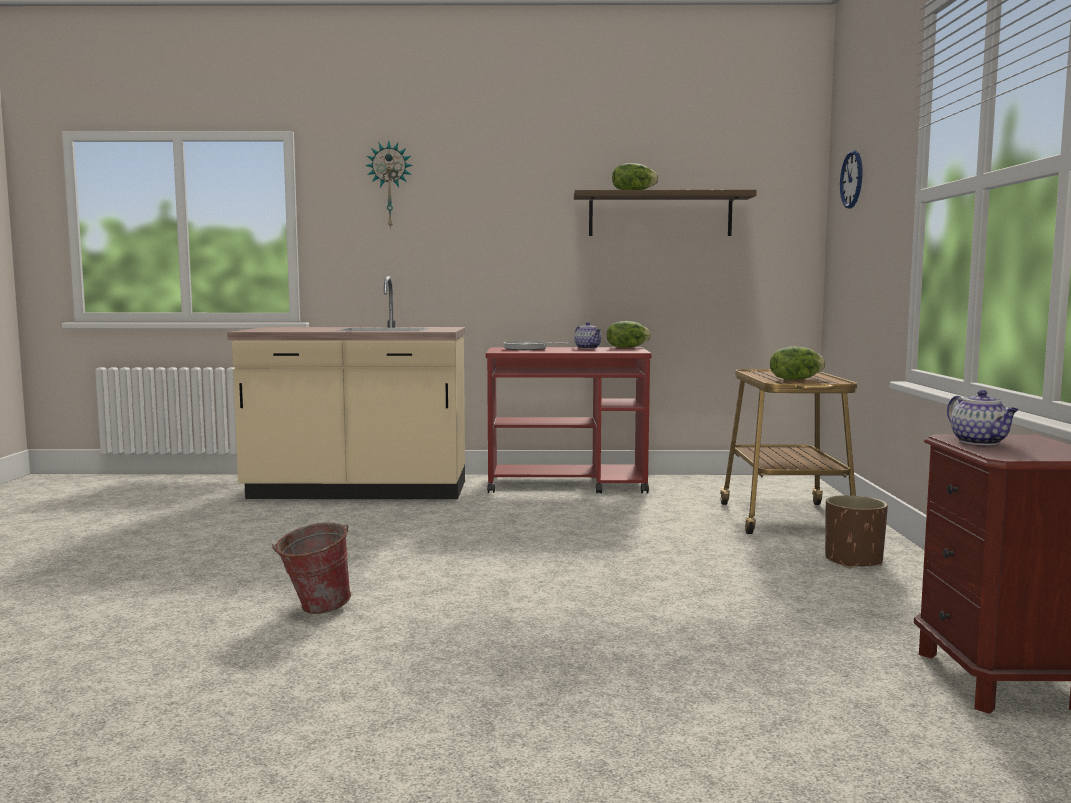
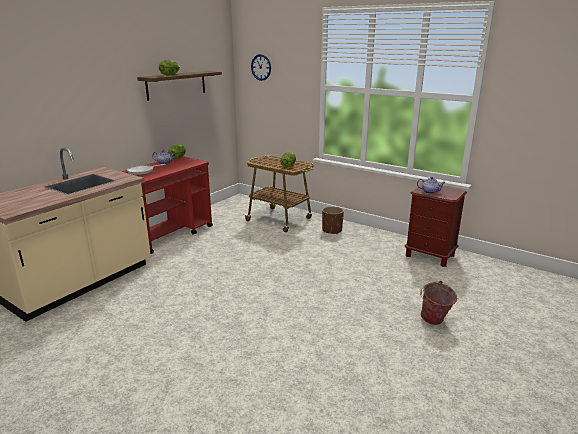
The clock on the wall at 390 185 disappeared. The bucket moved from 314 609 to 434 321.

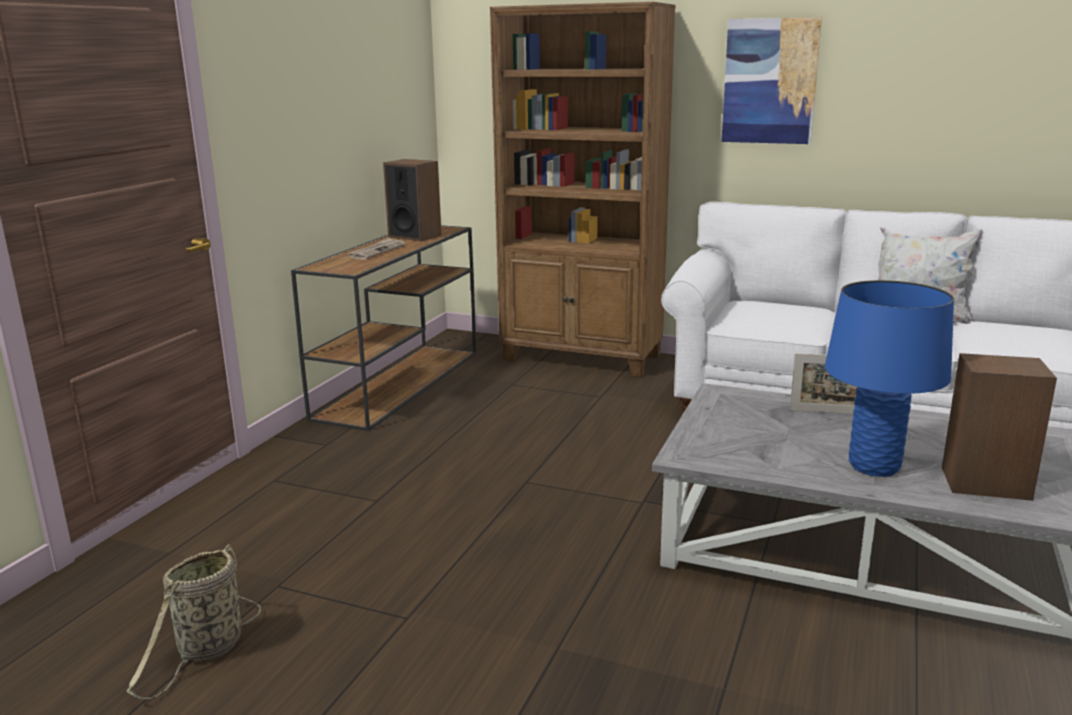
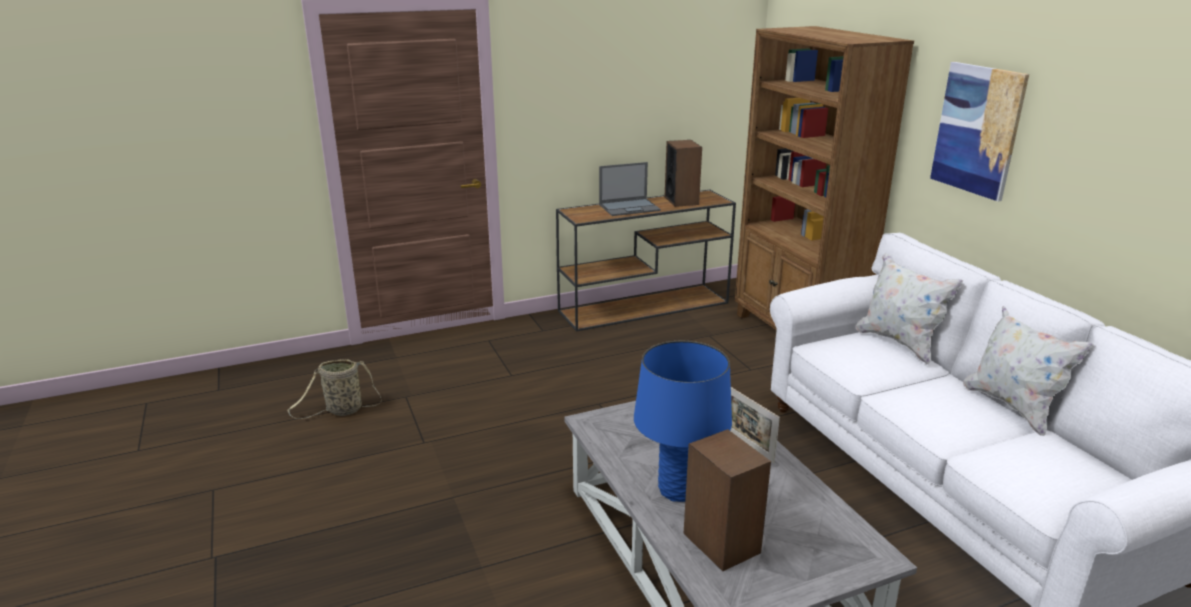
The white-coloured pillow at 899 343 appeared. The newspaper at 377 251 was replaced by the laptop at 630 207.

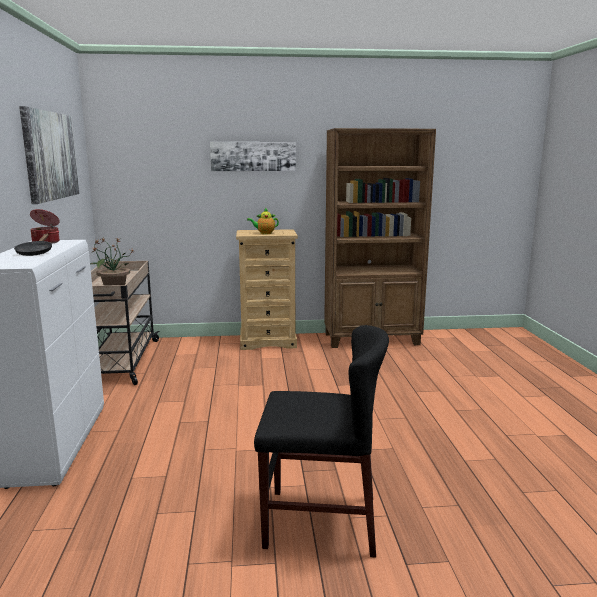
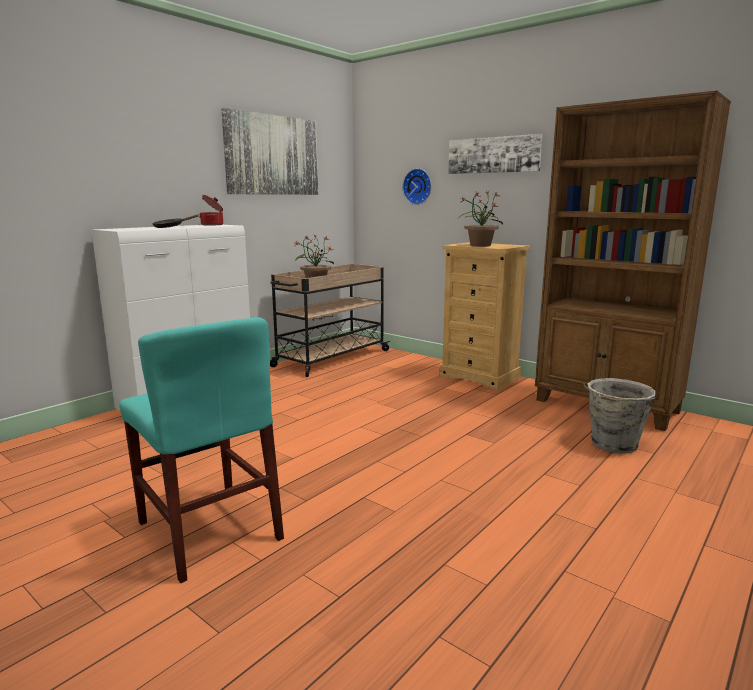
The clock on the wall at 418 186 appeared. The greyish bucket at 613 444 appeared. The pot for tea at 264 233 was replaced by the potted plant at 480 245. The black plain chair at 320 521 became the blue-green plain chair at 209 530.

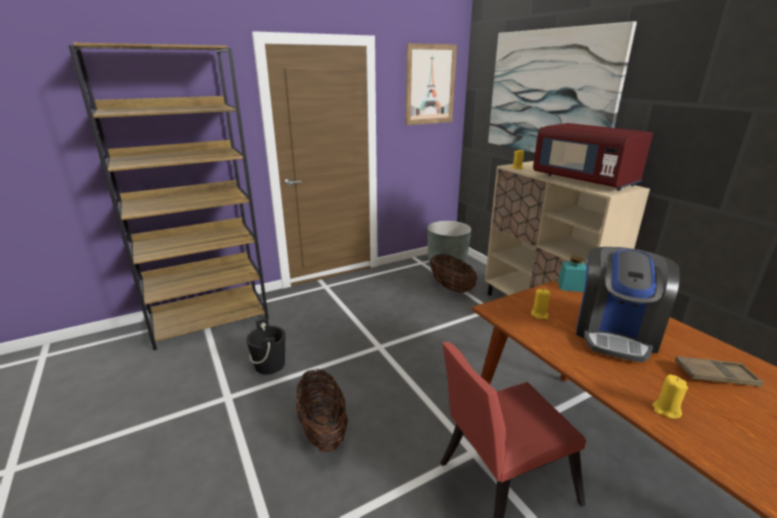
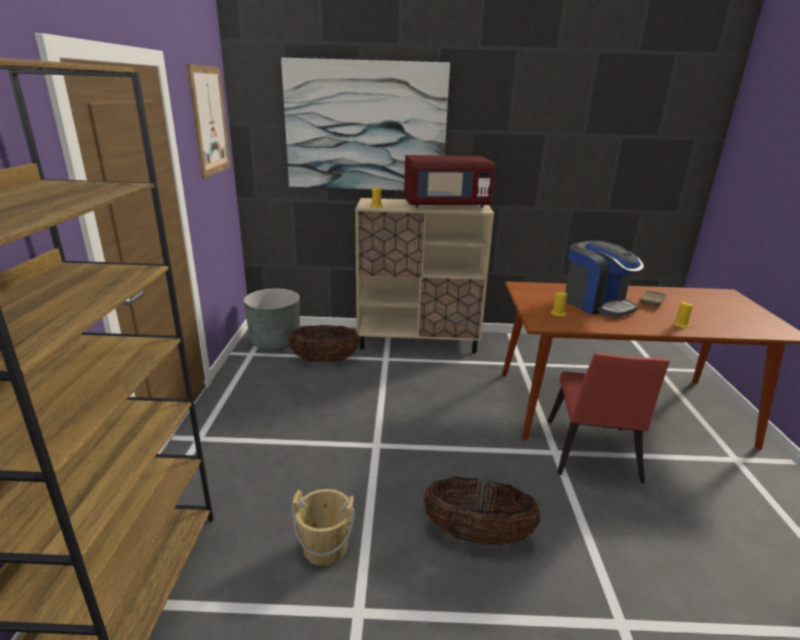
The blue-green storage jar at 571 287 disappeared. The black bucket at 270 365 became the beige bucket at 325 547.

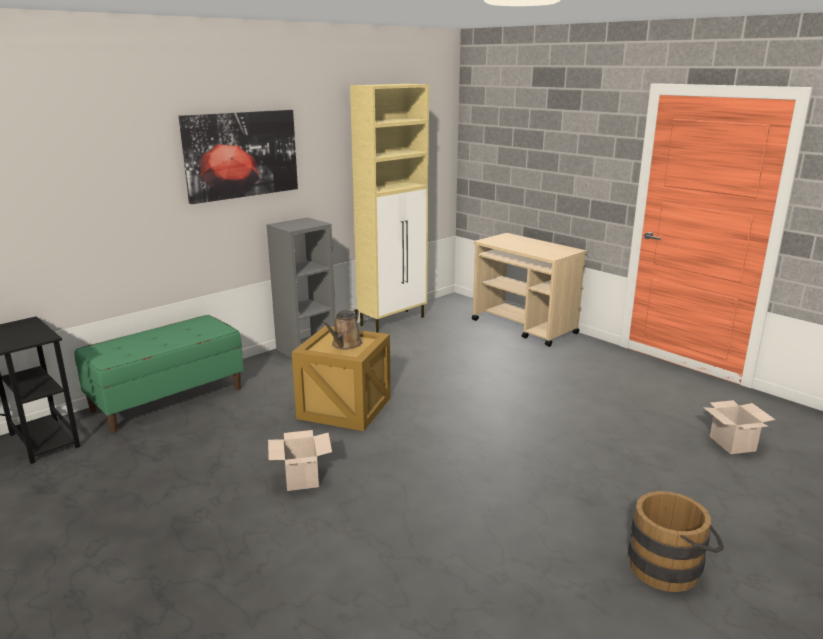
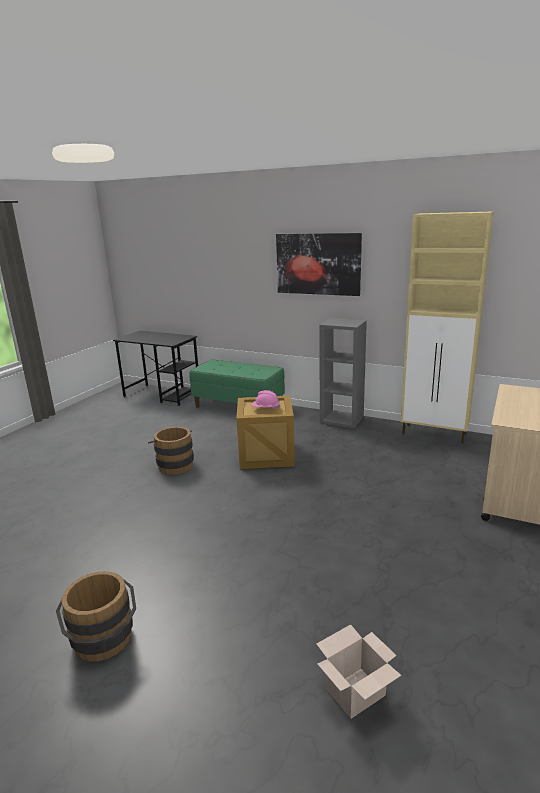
The carton at 301 477 was replaced by the brown-coloured bucket at 174 464. The brown-coloured watering pot at 345 345 was replaced by the pinkish work helmet at 265 409.

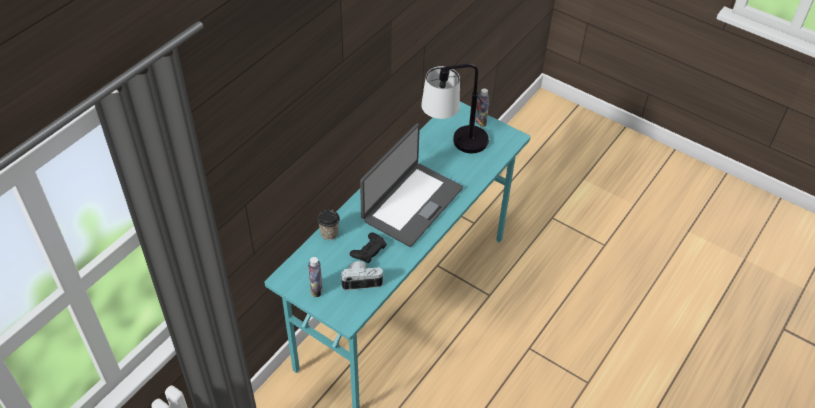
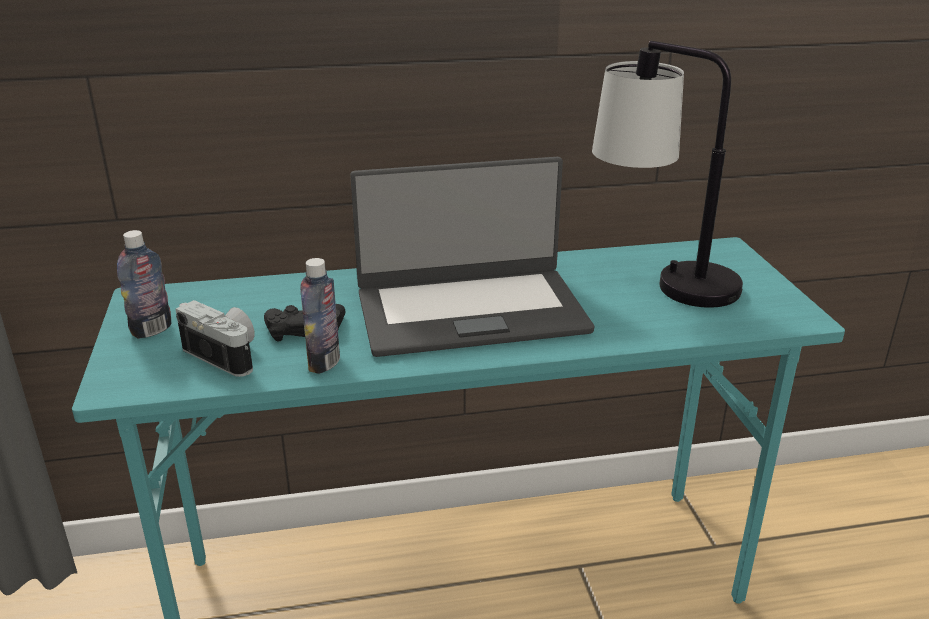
The small cup at 329 233 disappeared. The bottle moved from 480 121 to 324 363.

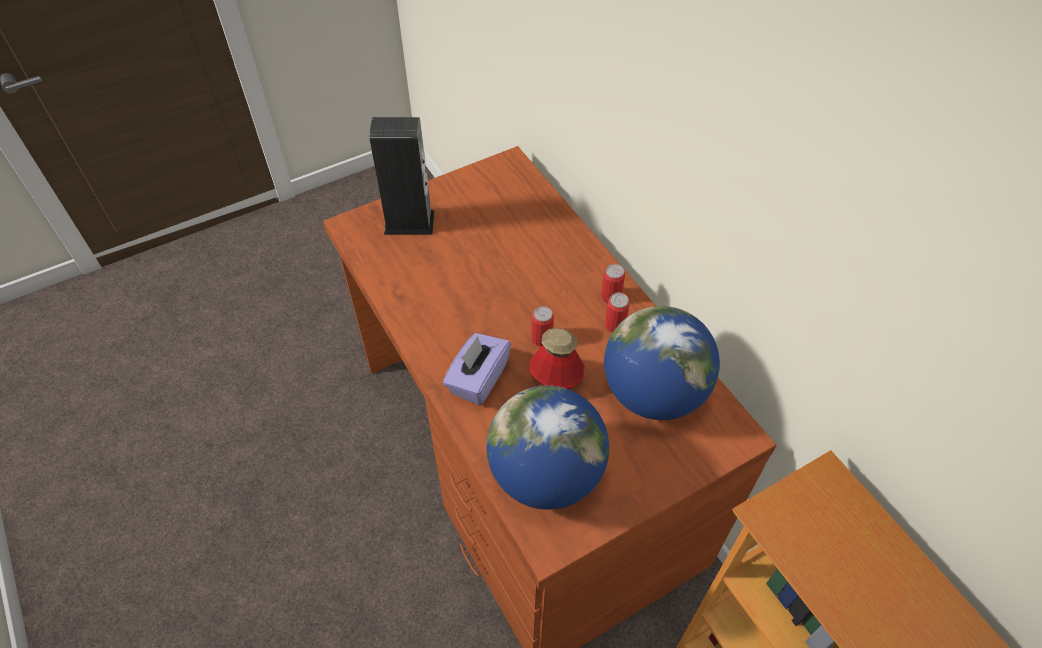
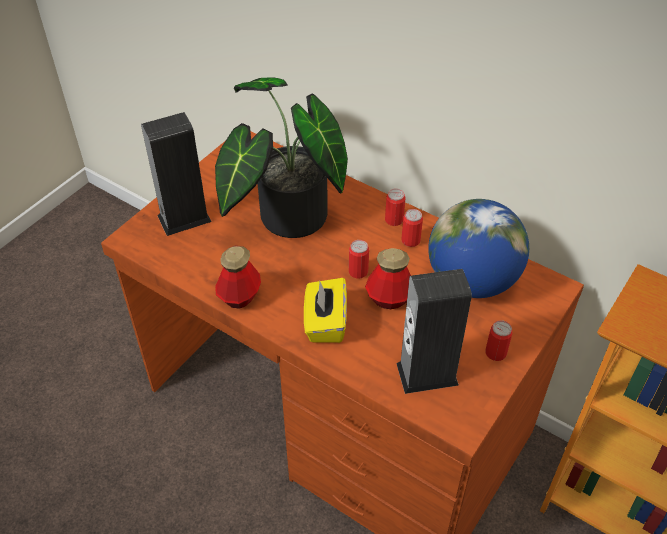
The potted plant at 285 217 appeared. The bottle at 239 297 appeared. The sealed can at 496 353 appeared. The globe at 546 474 was replaced by the audio speaker at 427 374. The purple box of tissues at 478 379 became the yellowish box of tissues at 325 323.

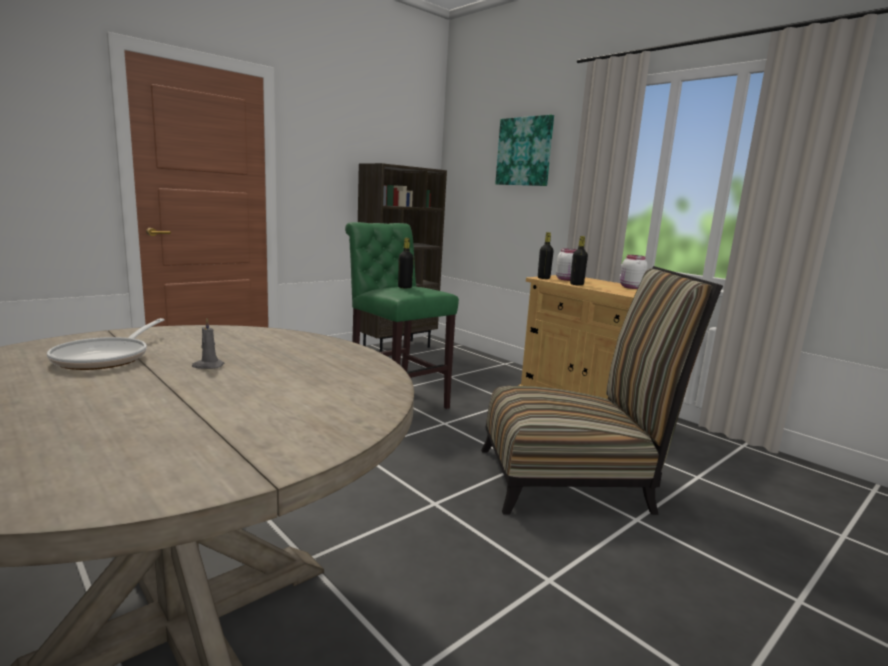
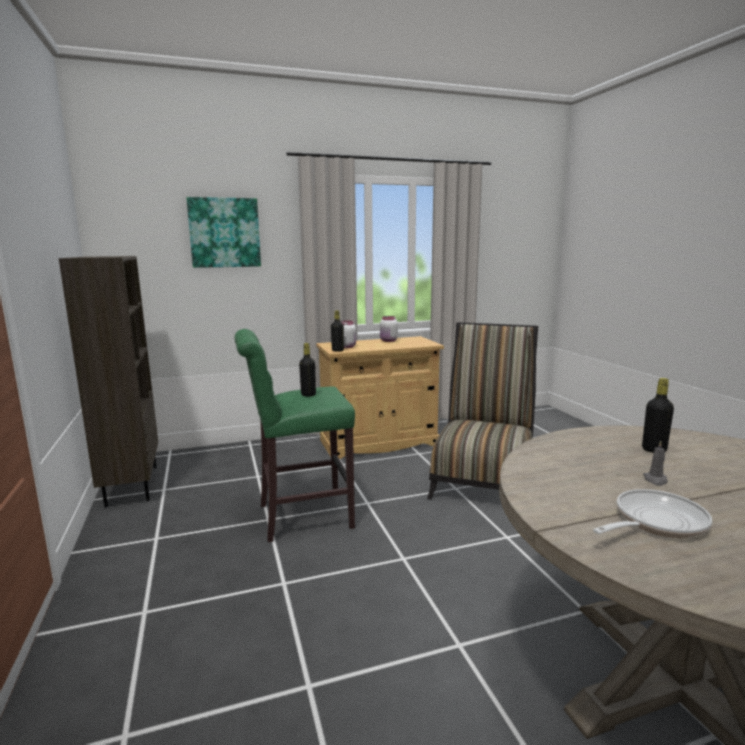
The black bottle moved from 576 284 to 654 450. The skillet at 107 358 turned 60 degrees counterclockwise.

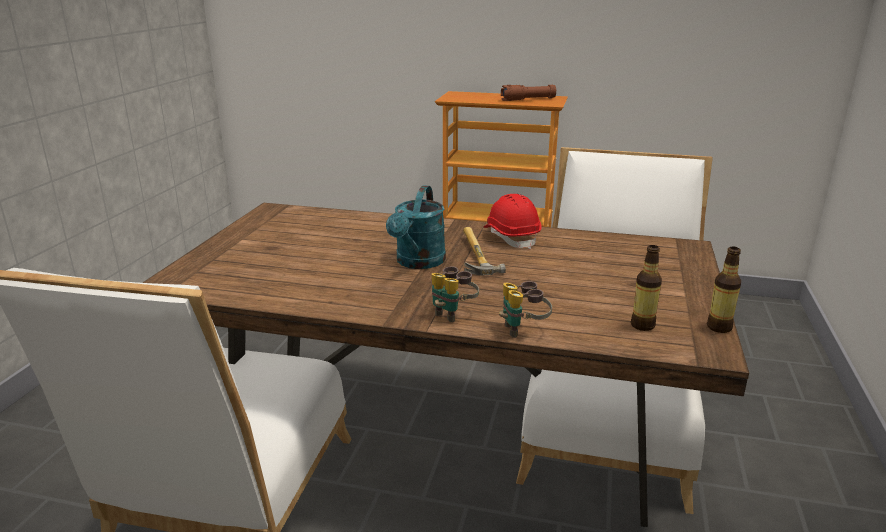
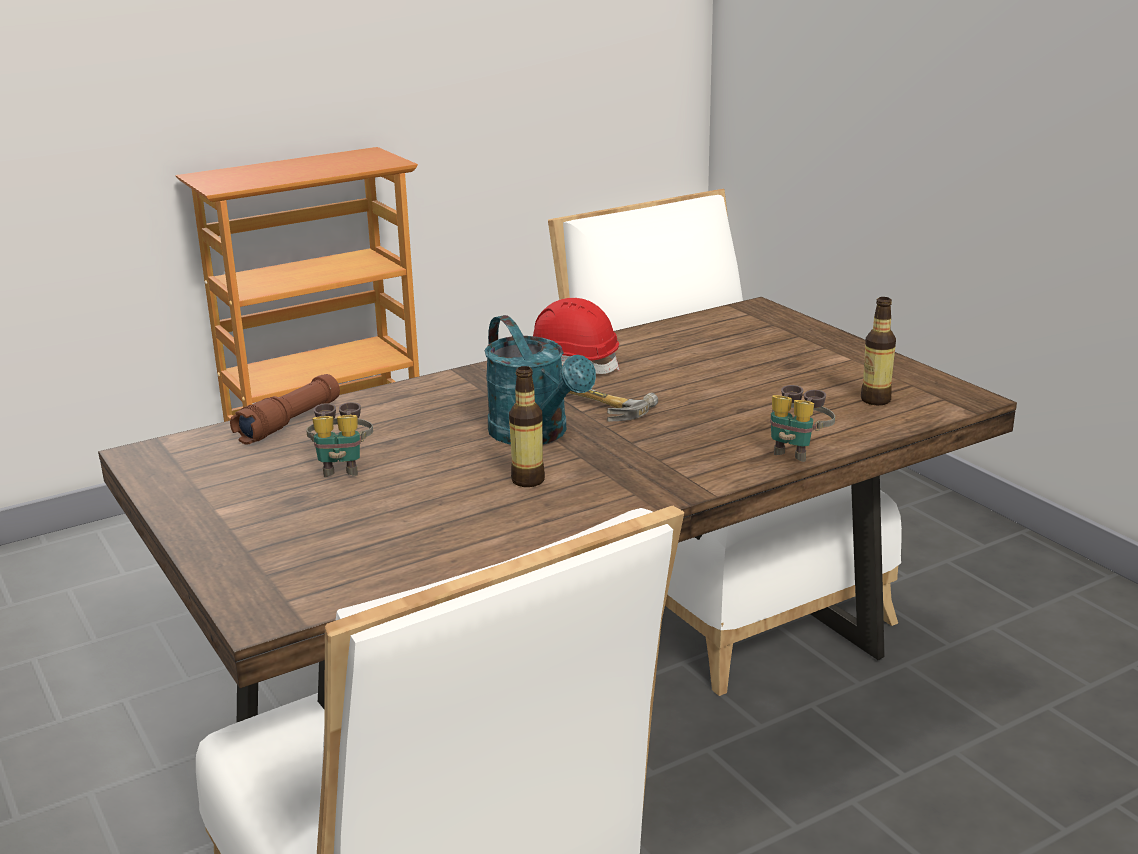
The pair of binoculars moved from 453 313 to 342 467. The brown-coloured hand torch moved from 528 100 to 289 423. The bottle moved from 719 327 to 528 480.

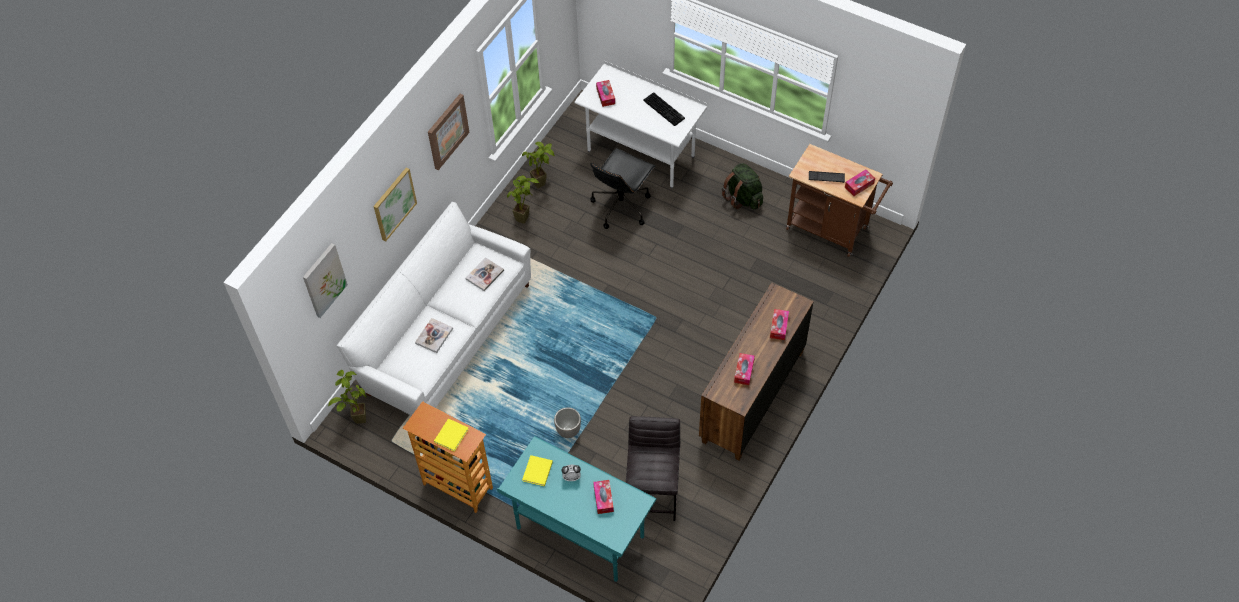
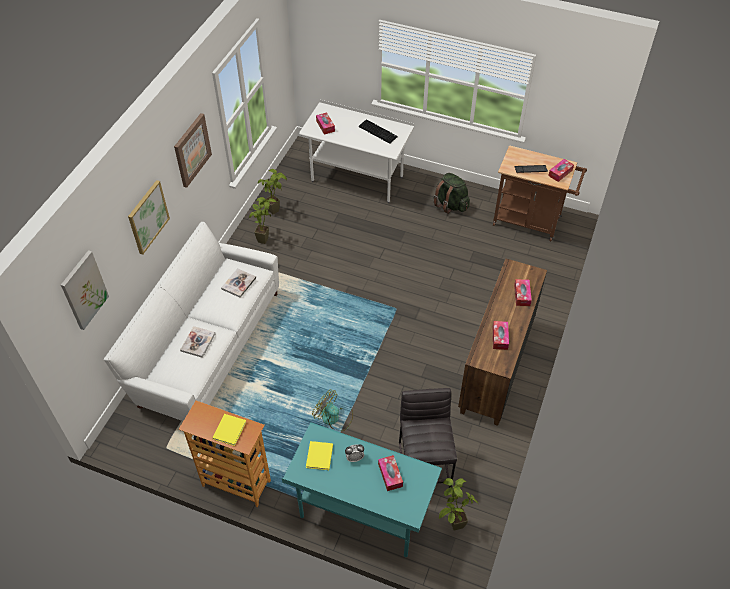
The black office chair at 621 205 disappeared. The potted plant moved from 355 418 to 451 524. The planter at 568 431 was replaced by the cooling fan at 334 418.

